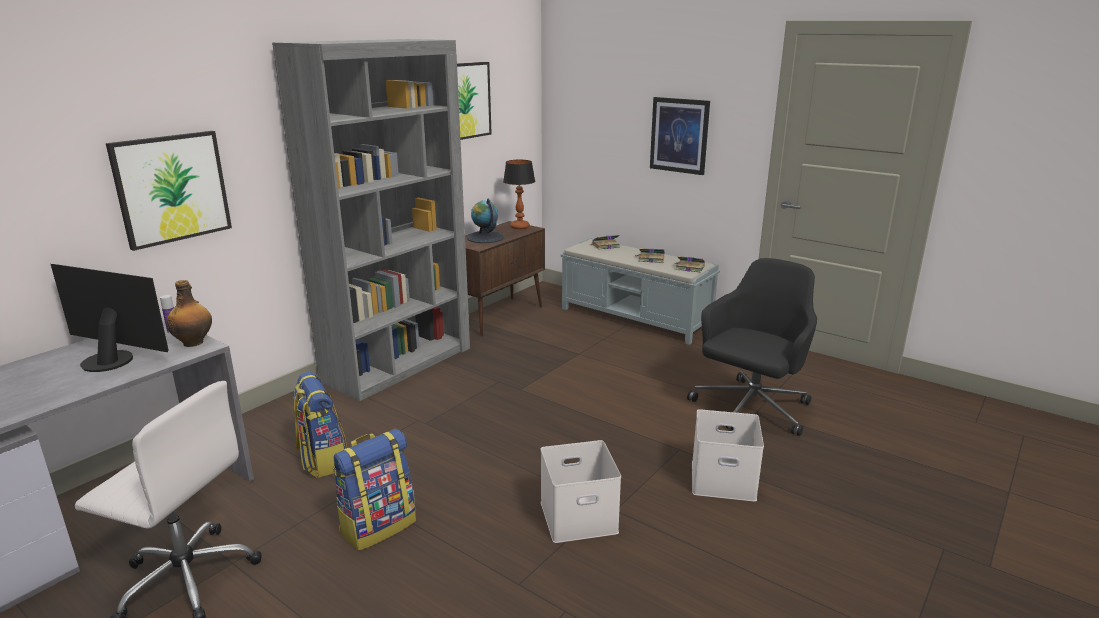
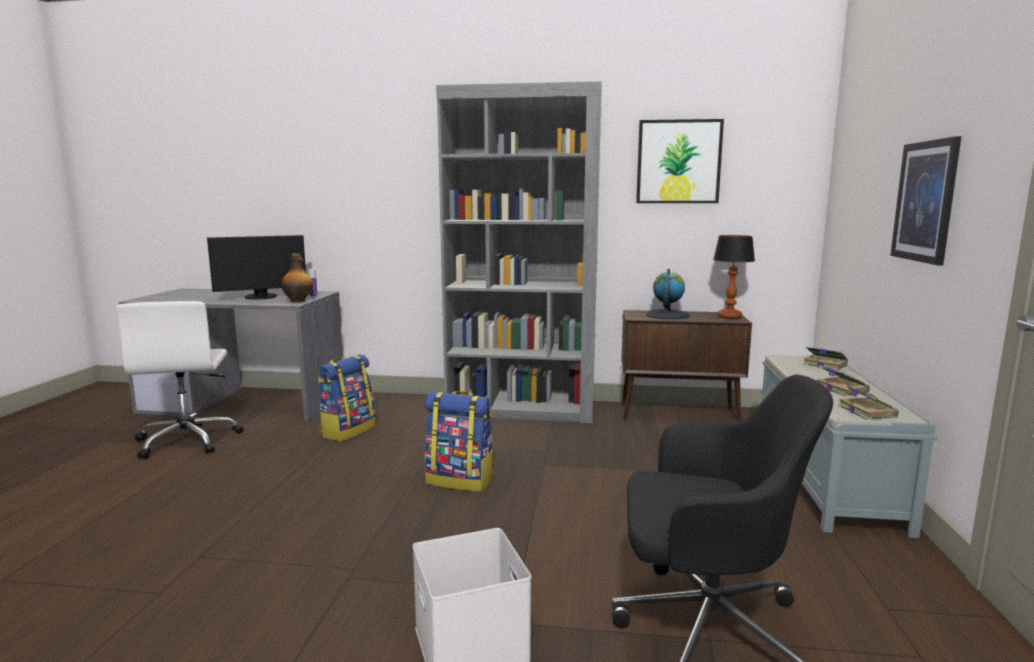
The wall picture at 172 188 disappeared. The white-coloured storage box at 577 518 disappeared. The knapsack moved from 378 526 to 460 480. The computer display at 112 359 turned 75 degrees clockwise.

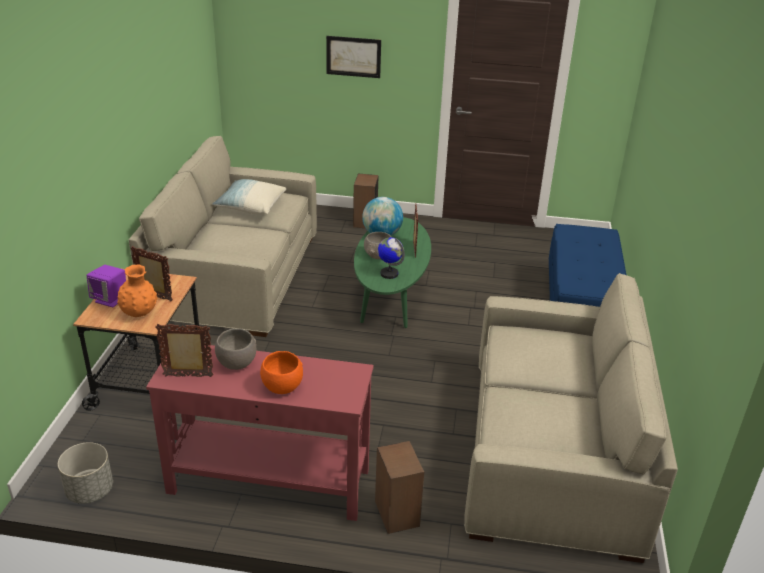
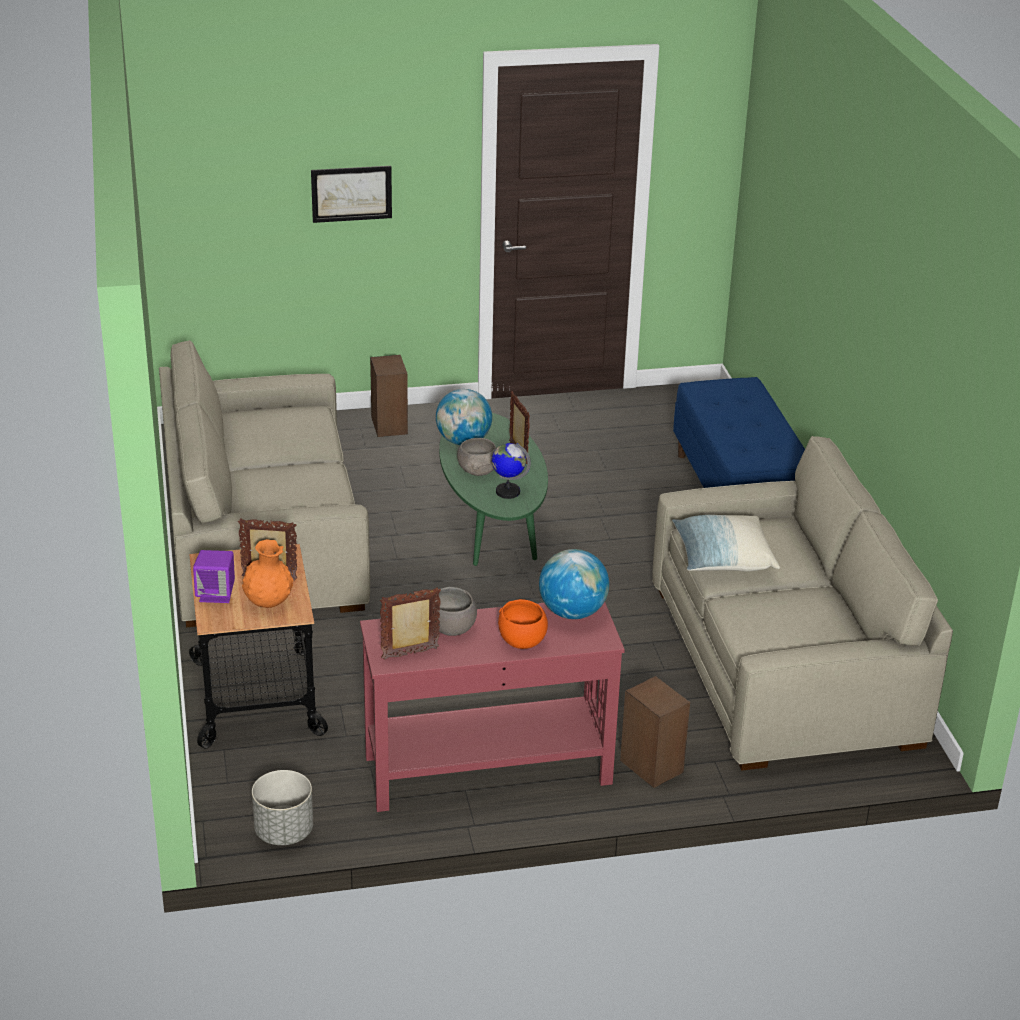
The globe at 572 612 appeared. The pillow moved from 250 206 to 722 558.

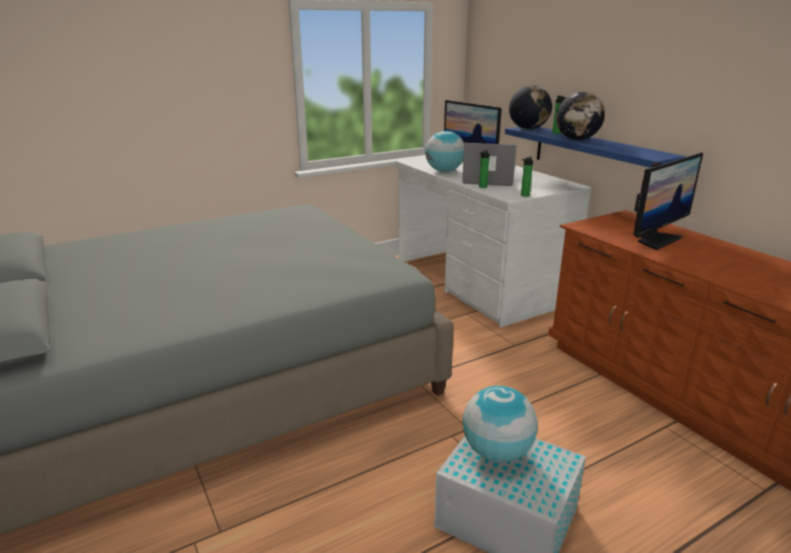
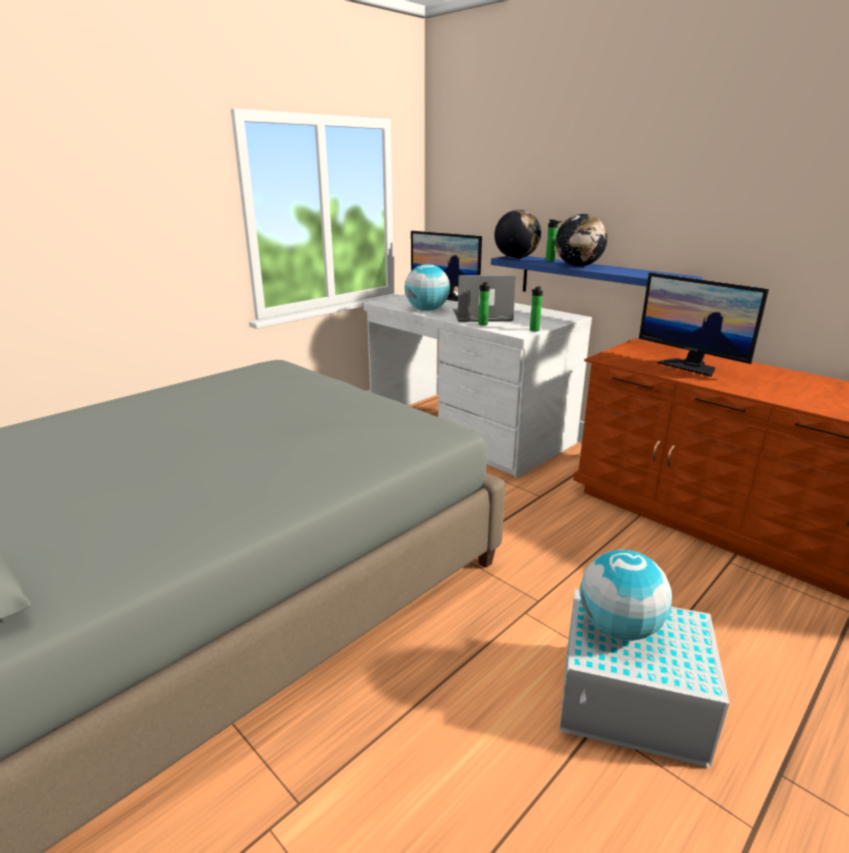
The computer display at 656 240 turned 105 degrees clockwise.

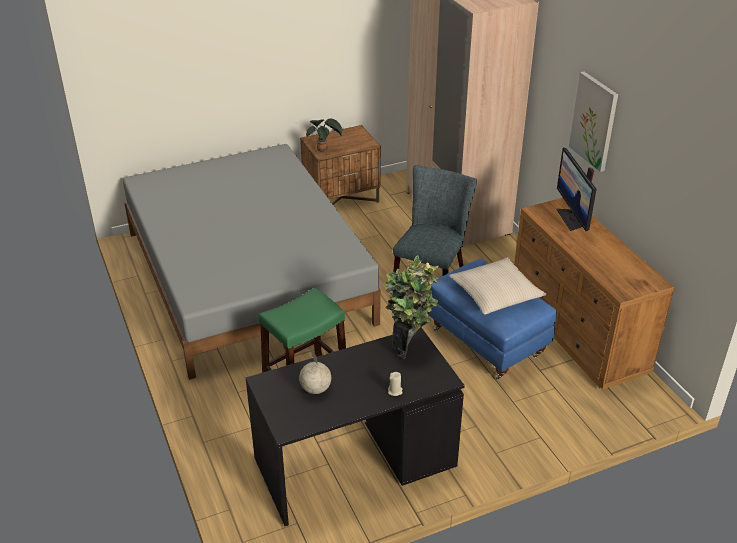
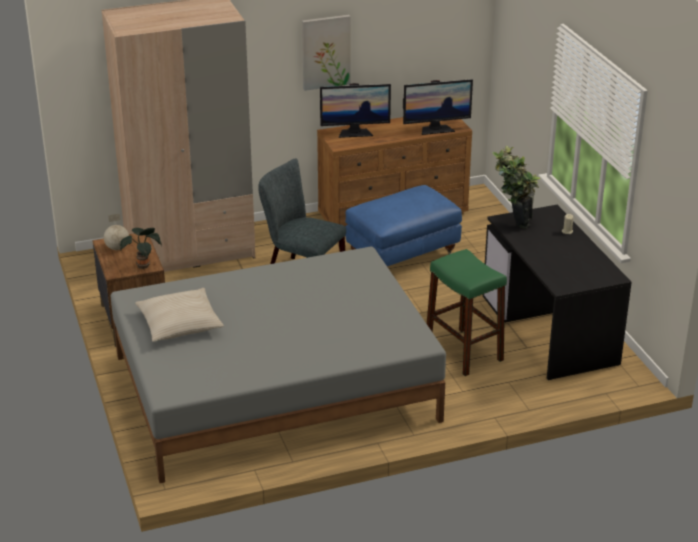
The computer display at 436 129 appeared. The globe moved from 316 389 to 117 248. The beige pillow moved from 495 293 to 180 323.

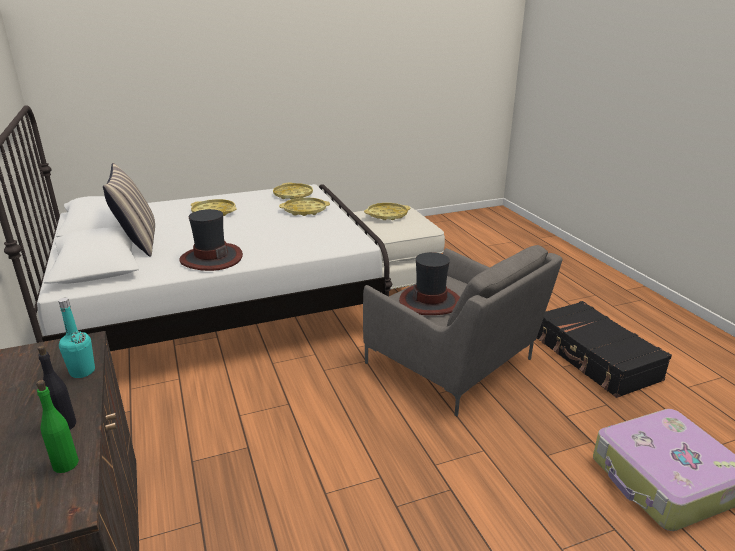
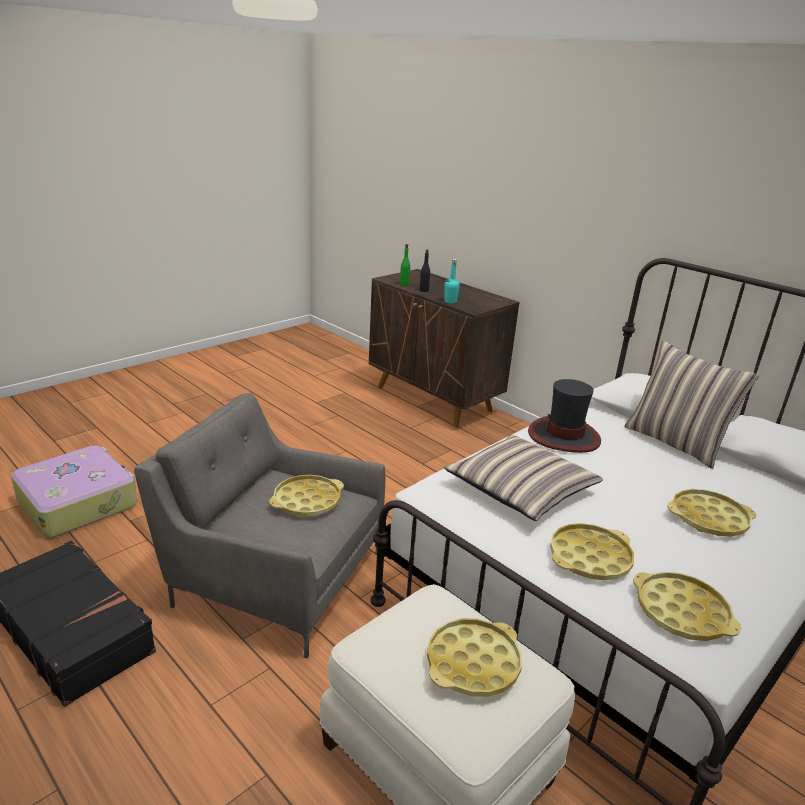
The pillow at 521 489 appeared. The clothing hat at 430 301 was replaced by the yellowish serving tray at 307 501.

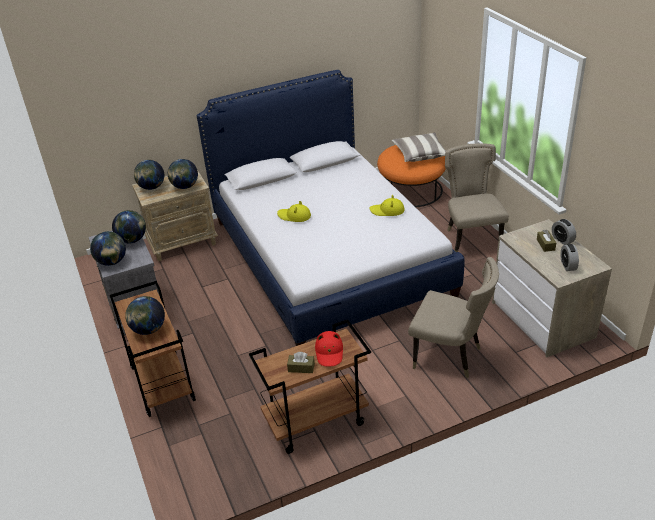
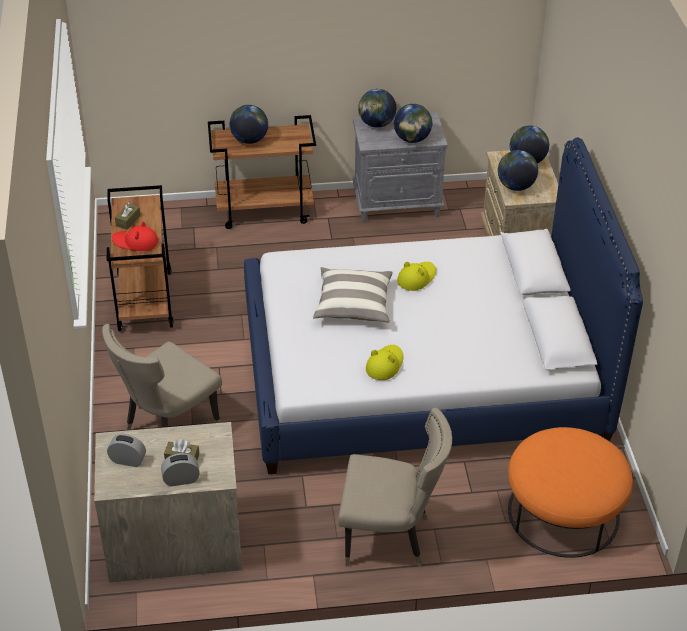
The pillow moved from 420 154 to 353 305.

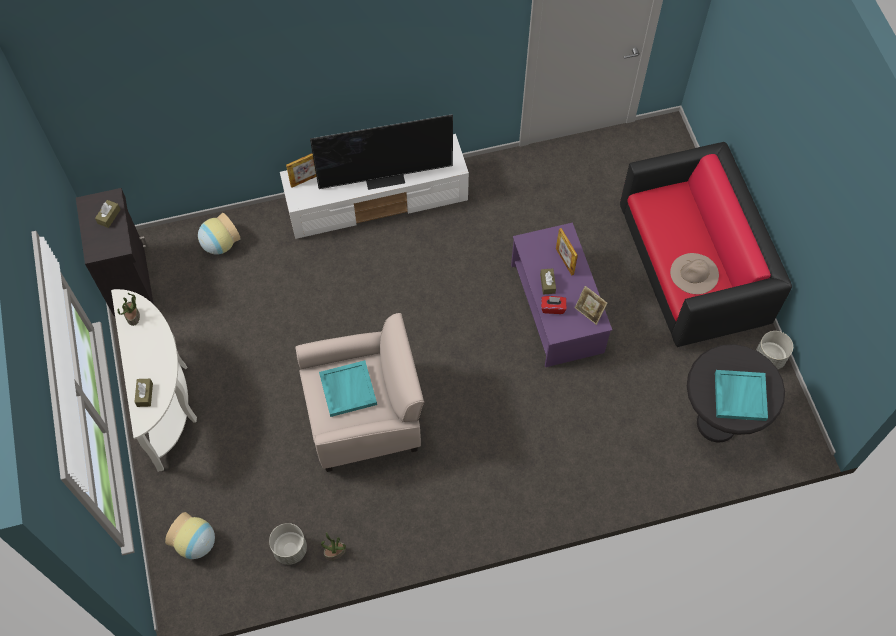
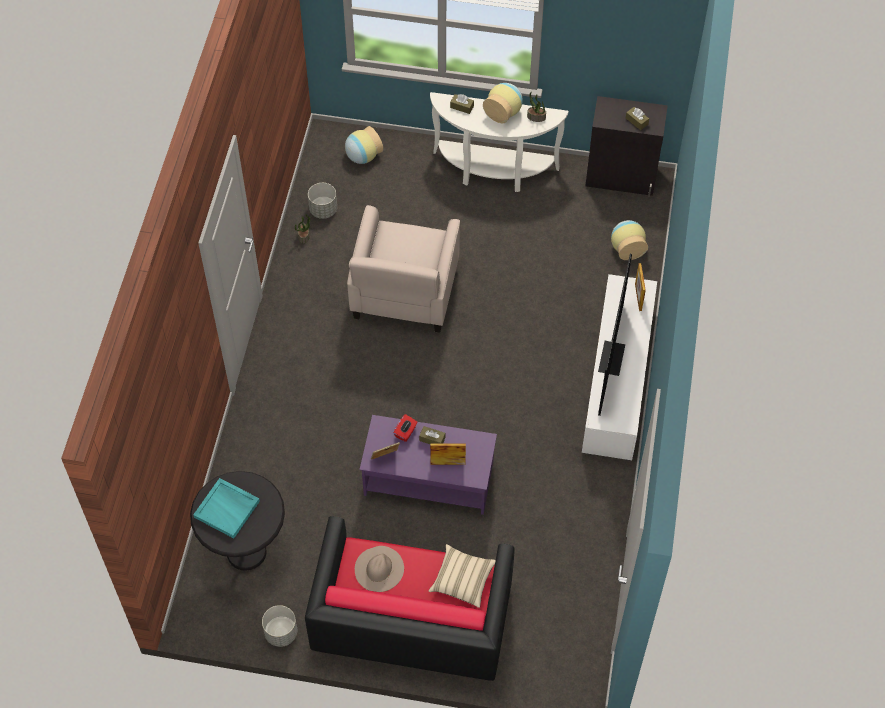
The blue-green serving tray at 347 389 disappeared. The beige pillow at 462 580 appeared. The flower vase at 504 112 appeared.

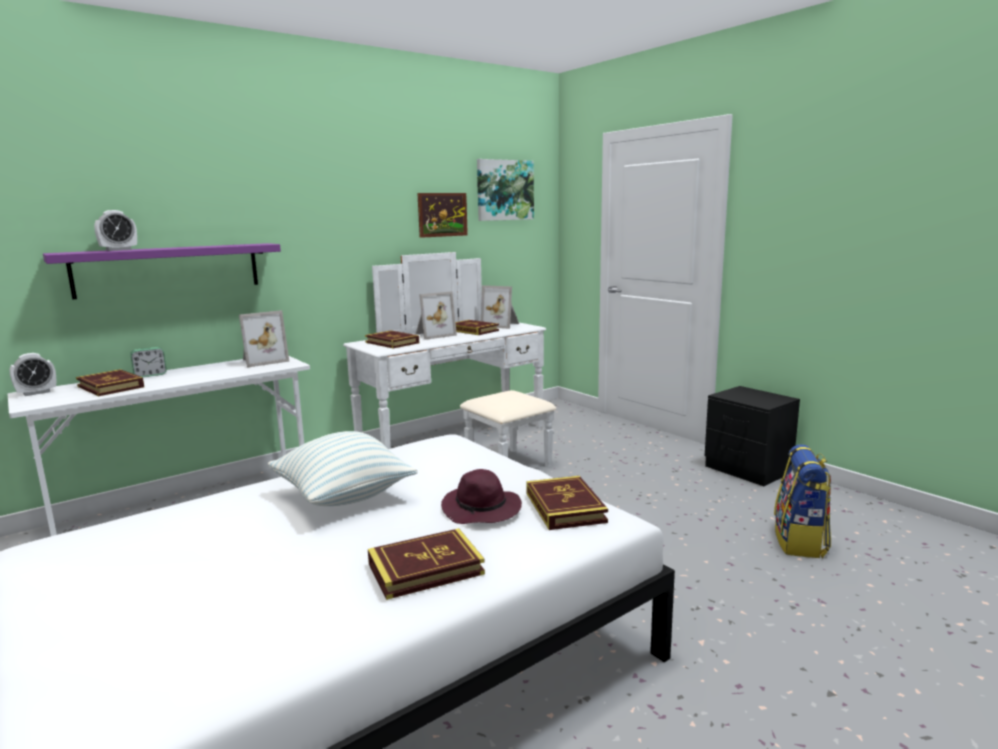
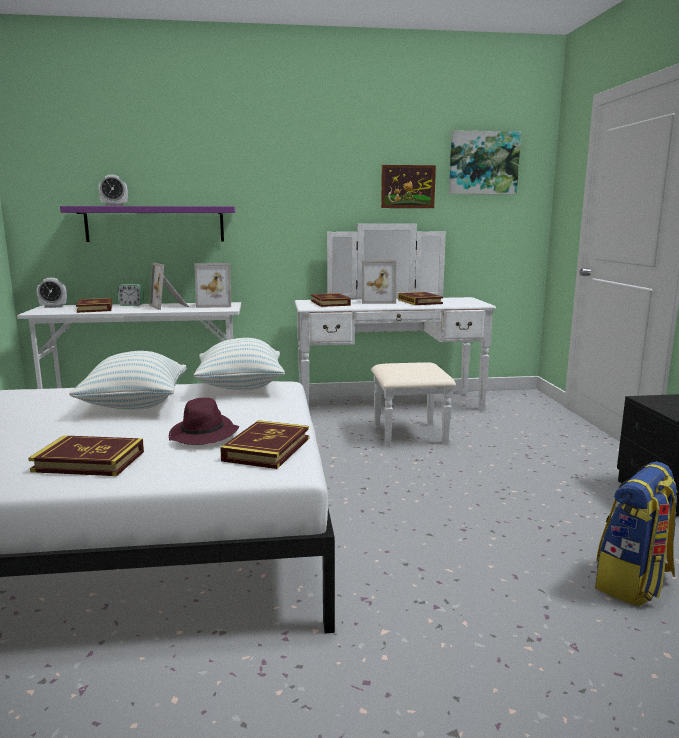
The pillow at 240 387 appeared. The standing frame moved from 502 325 to 170 306.

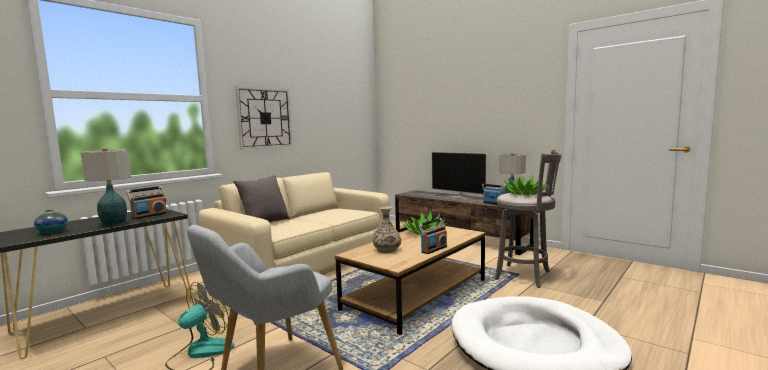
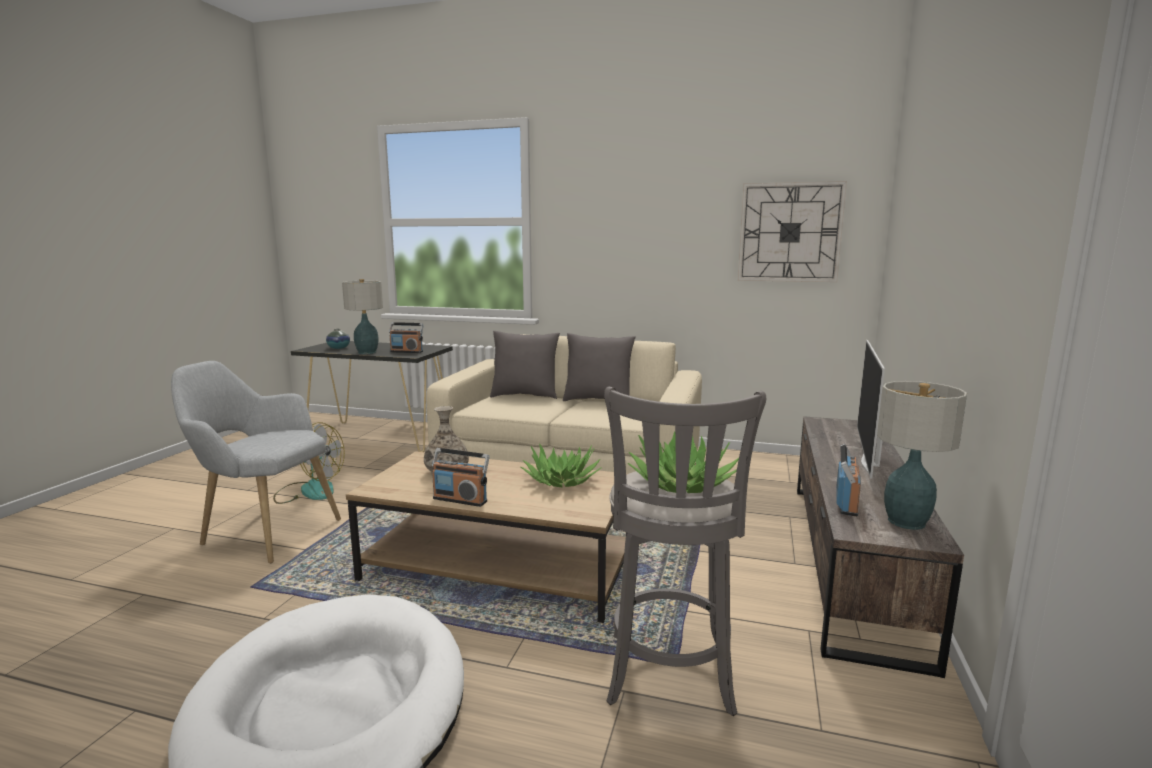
The greyish pillow at 598 400 appeared. The clock on the wall moved from 265 118 to 789 232.

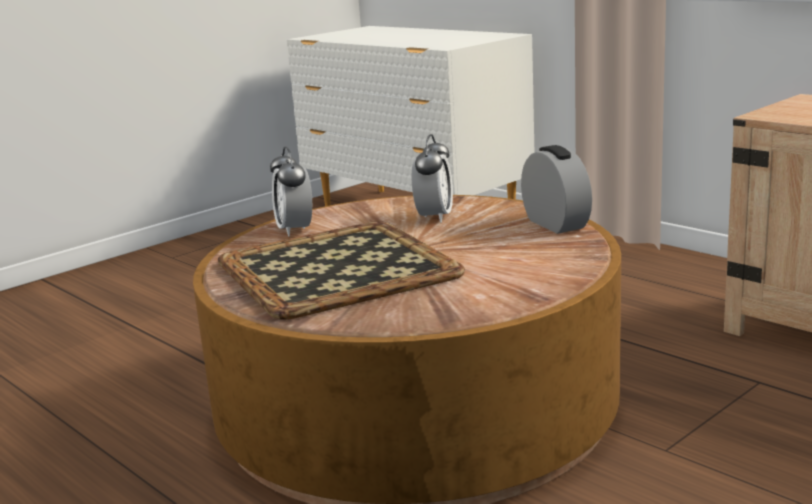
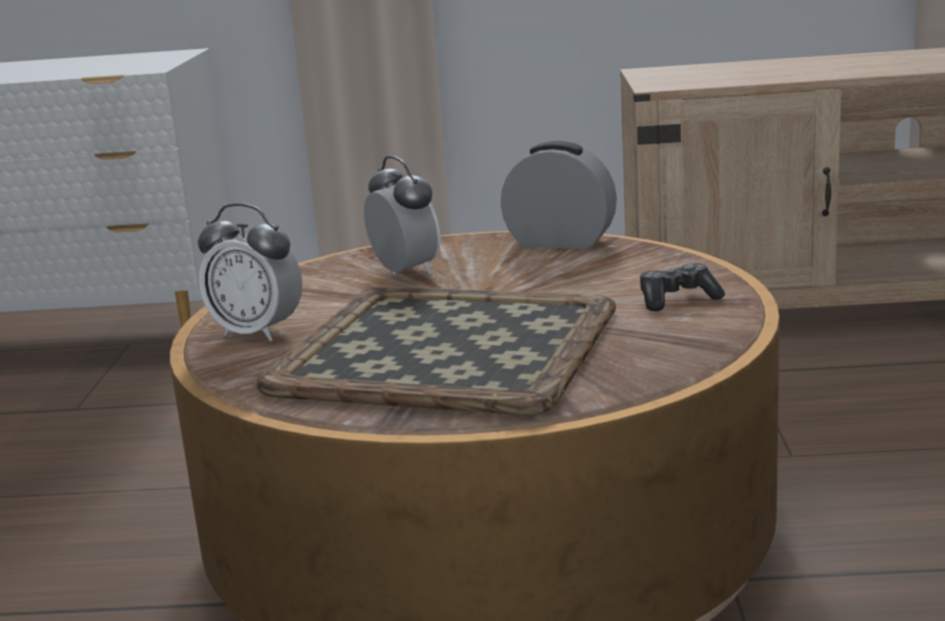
The game controller at 677 299 appeared.

